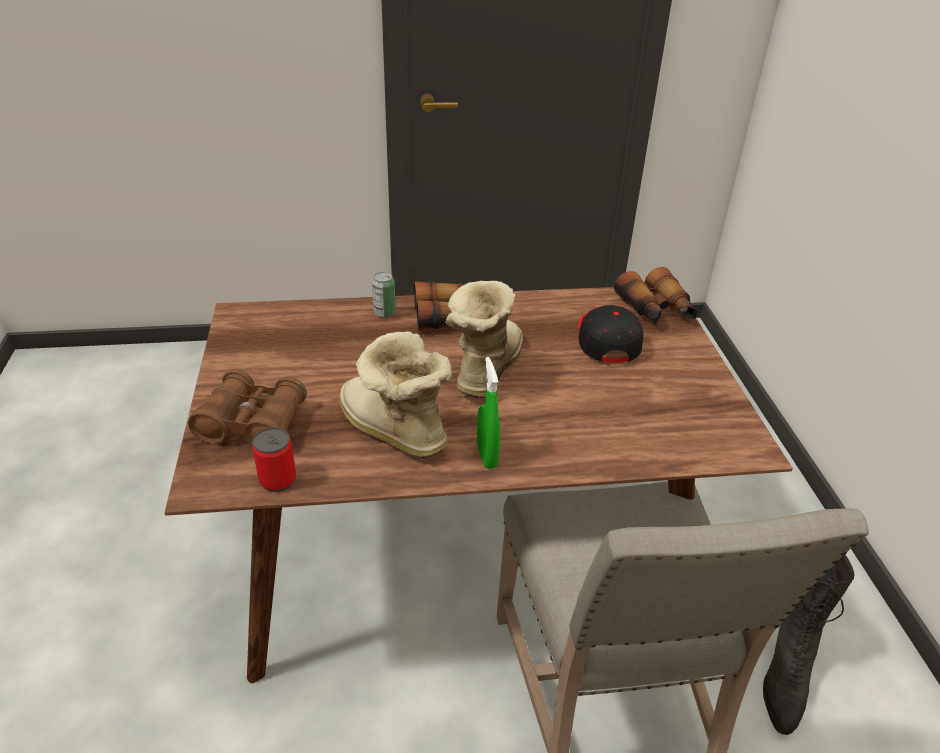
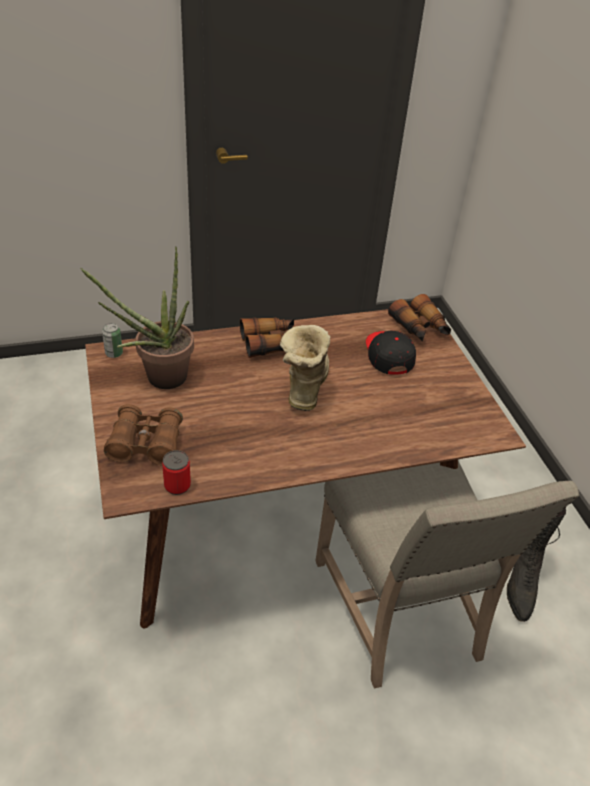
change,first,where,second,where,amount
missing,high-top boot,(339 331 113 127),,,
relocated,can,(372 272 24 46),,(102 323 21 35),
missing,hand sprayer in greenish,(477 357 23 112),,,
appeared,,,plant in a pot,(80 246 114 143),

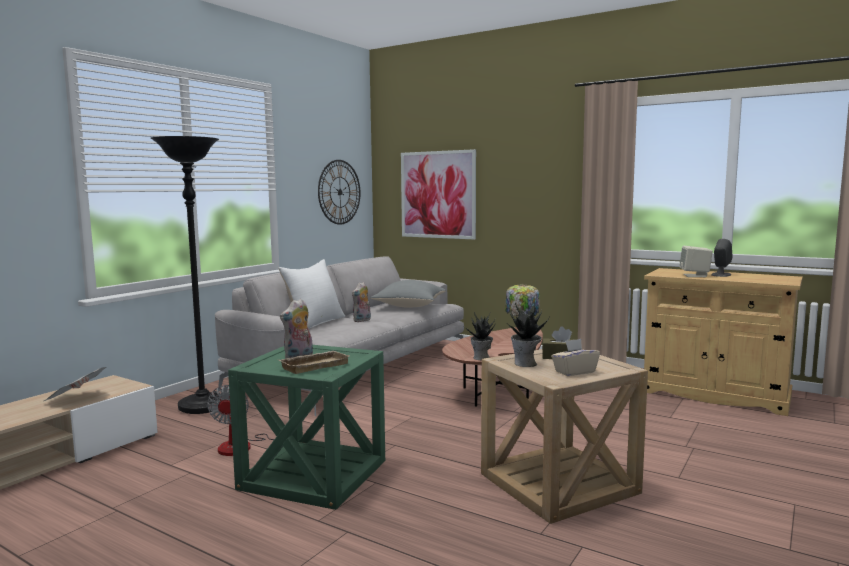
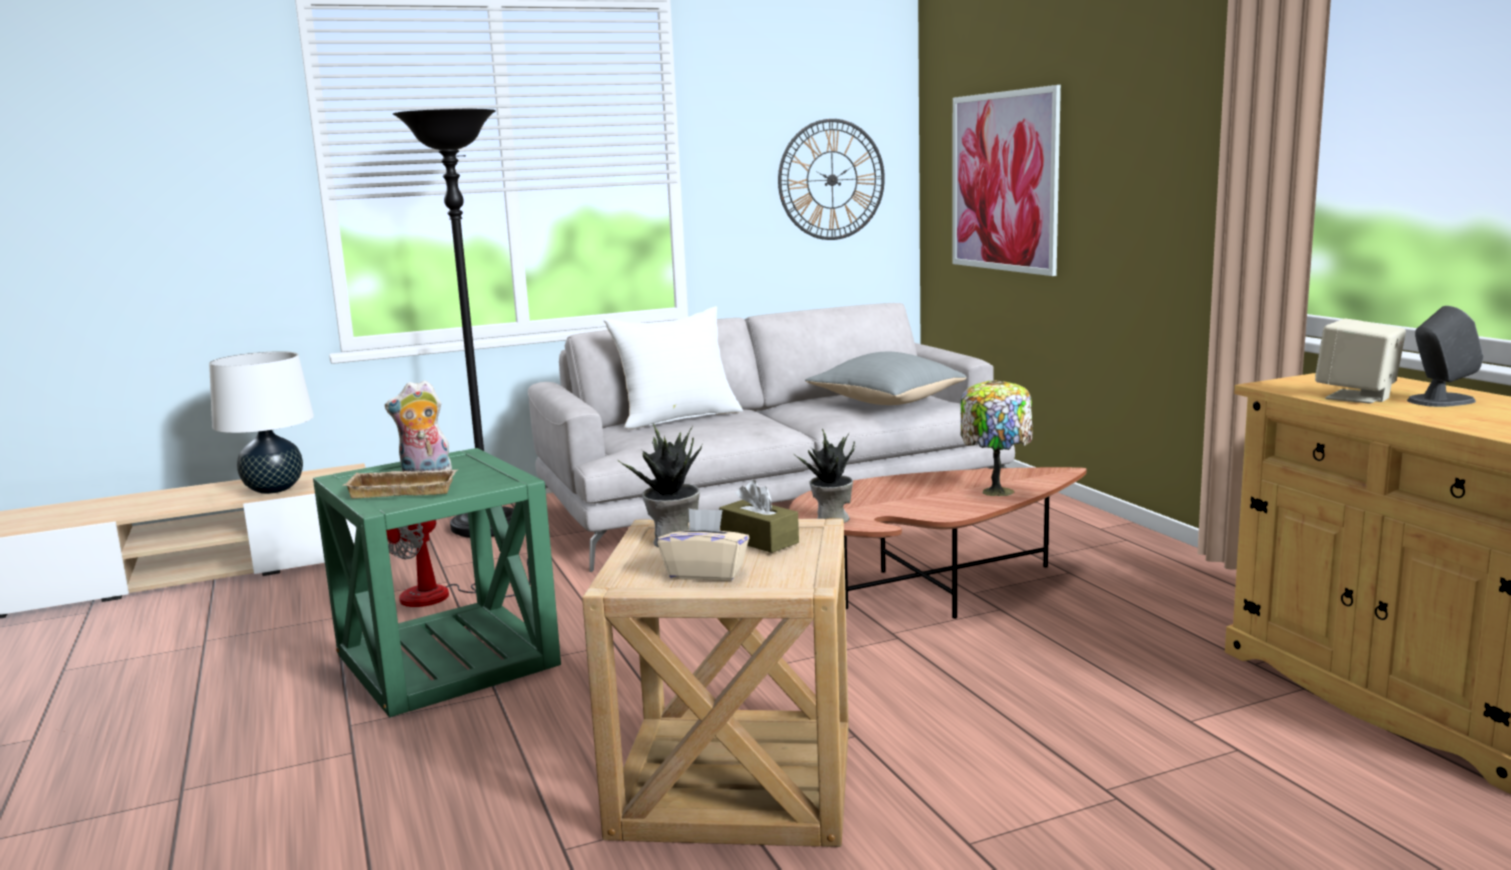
change,first,where,second,where,amount
exchanged,newspaper,(44 367 62 34),table lamp in whitish,(209 351 105 143),
missing,soft toy,(352 282 19 40),,,

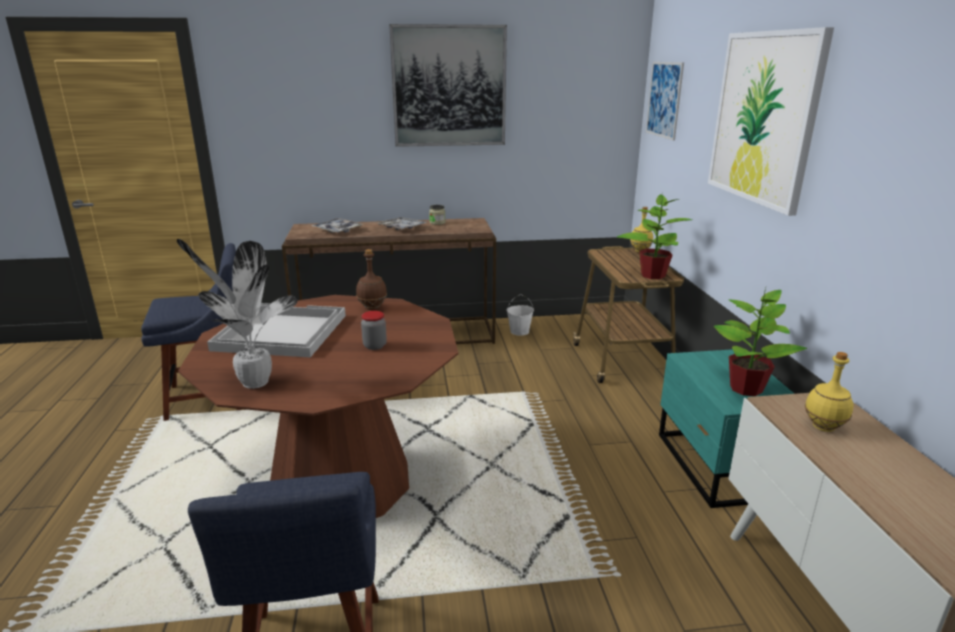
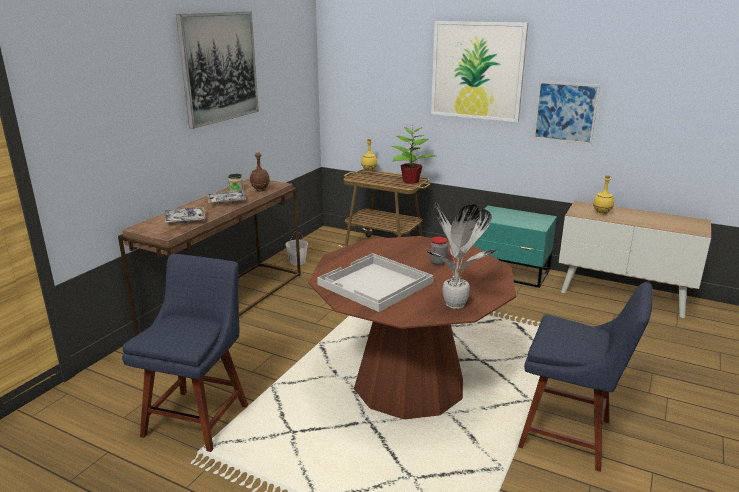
change,first,where,second,where,amount
relocated,bottle in brown-coloured,(356 249 31 61),,(250 152 20 39),
relocated,wall art,(646 62 38 79),,(533 81 67 64),
missing,plant in a pot,(714 288 93 108),,,

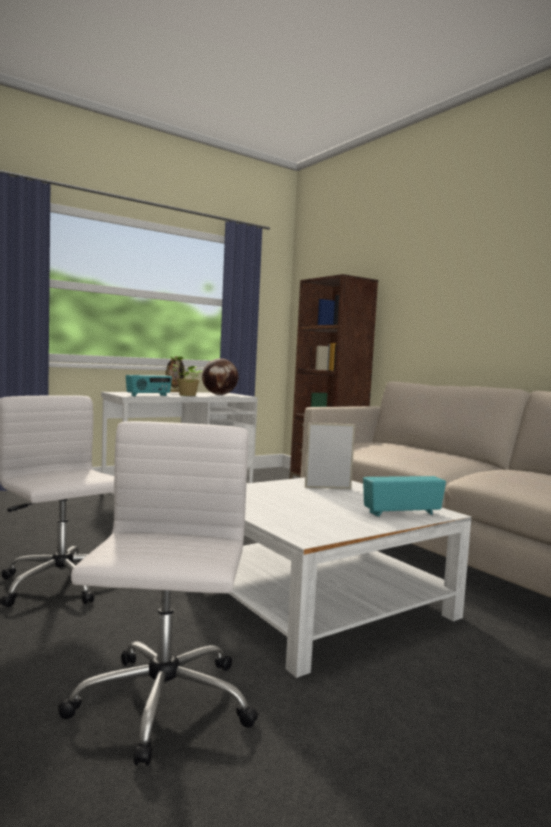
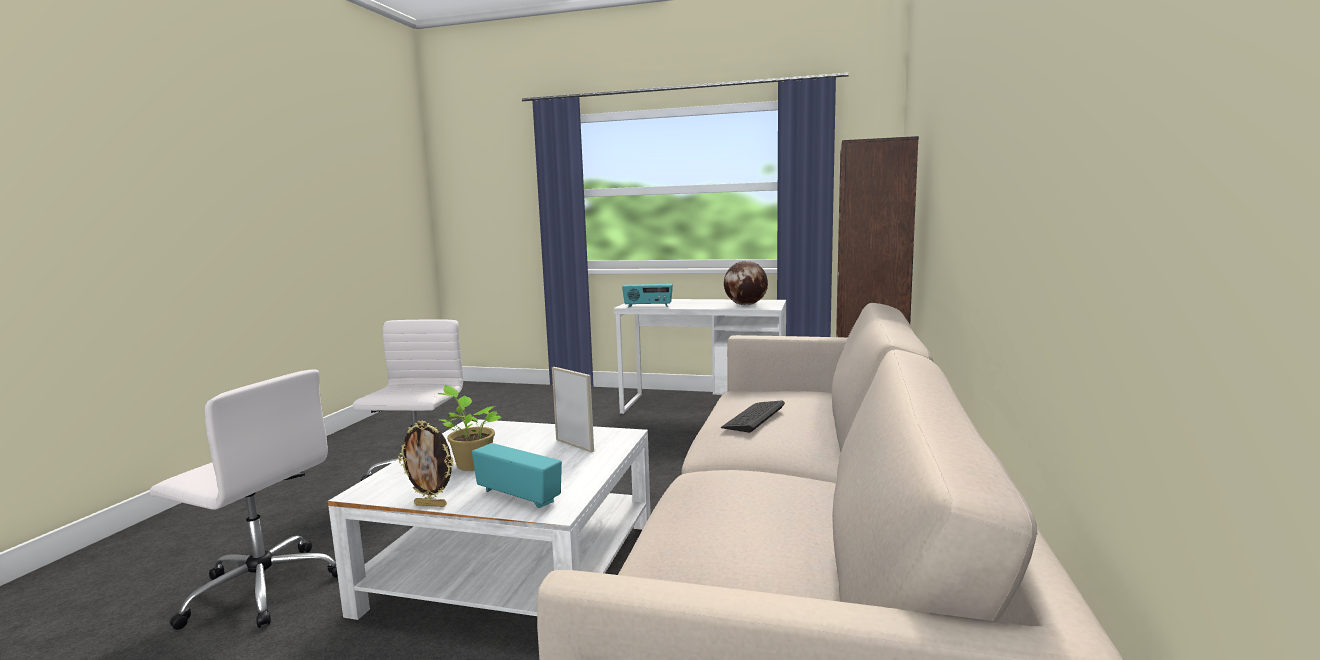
change,first,where,second,where,amount
spun,office chair in whitish,(58 421 200 345),,(150 370 188 260),60 degrees clockwise
relocated,photo frame,(165 356 21 36),,(398 420 55 87),
relocated,plant in a pot,(169 356 34 40),,(438 385 64 86),
appeared,,,PC keyboard,(721 401 64 32),

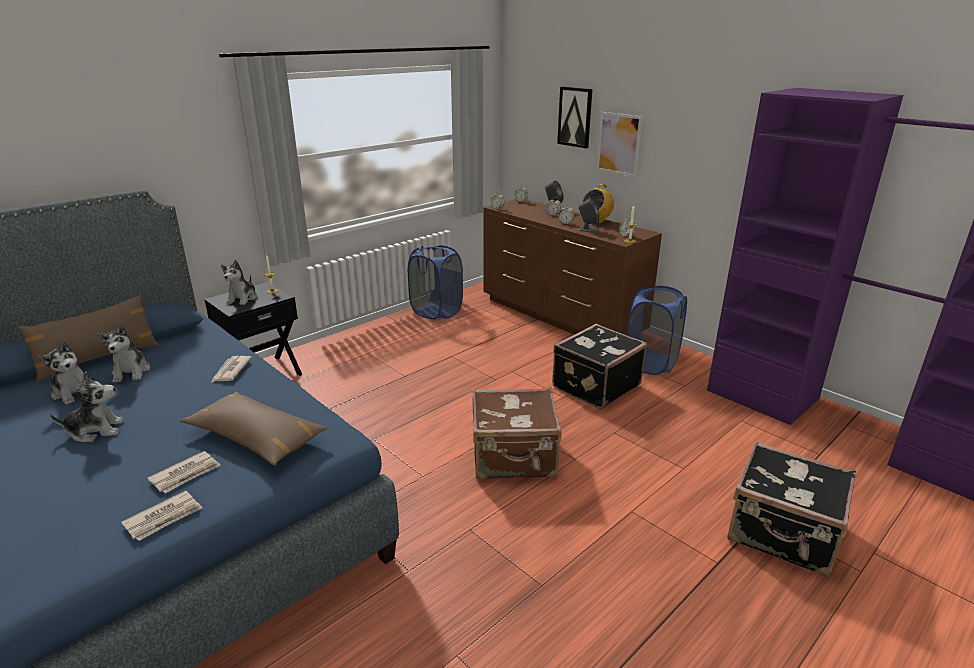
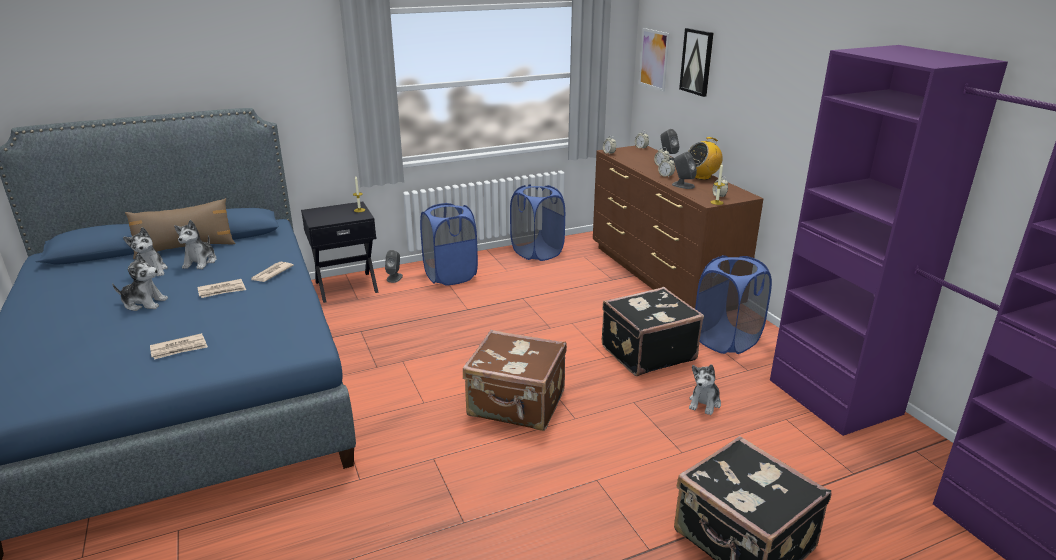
change,first,where,second,where,amount
relocated,newspaper,(121 491 82 50),,(198 279 48 19),
missing,cushion in brown-coloured,(181 392 147 74),,,
relocated,soft toy,(221 260 36 45),,(689 364 32 51),
relocated,wall art,(596 112 47 65),,(639 28 31 64),
appeared,,,audio speaker in gray,(385 250 18 33),
appeared,,,hamper in blue,(420 203 58 82),

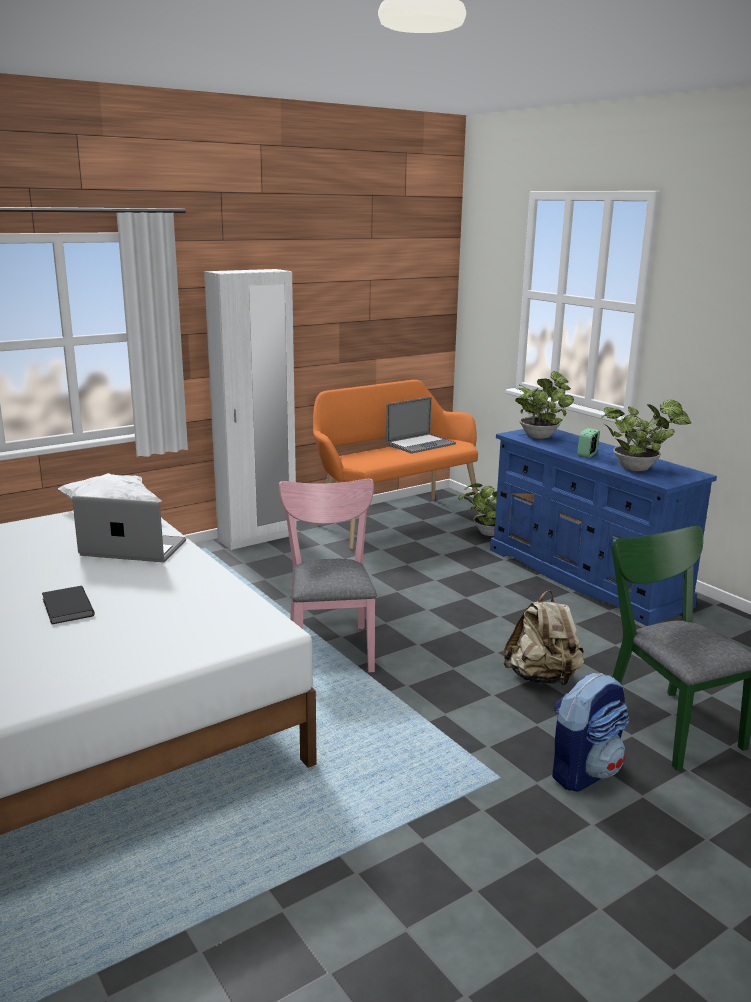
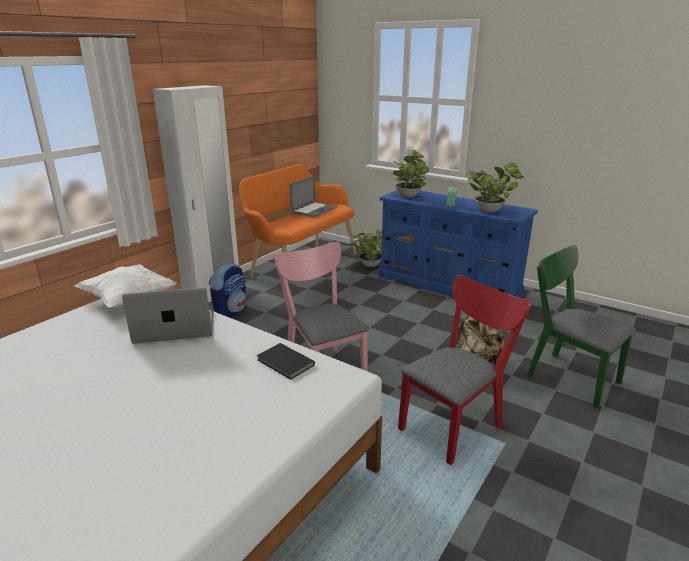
change,first,where,second,where,amount
relocated,bound book in blackish,(42 586 53 38),,(257 343 58 37),
relocated,backpack,(552 673 77 119),,(209 263 38 55),
appeared,,,plain chair in red-coloured,(398 275 133 190),

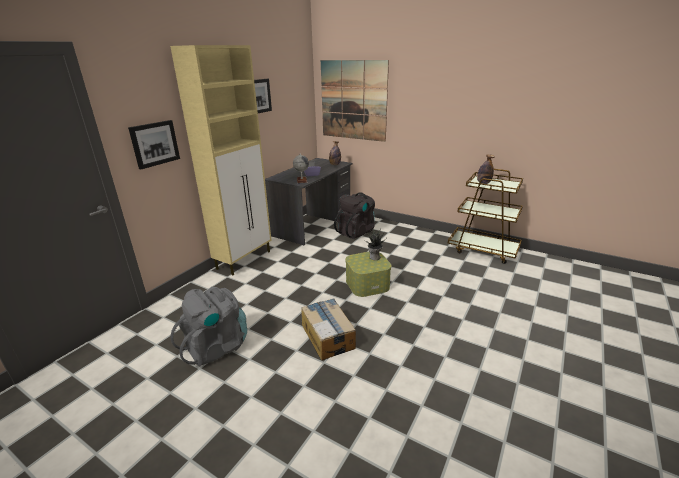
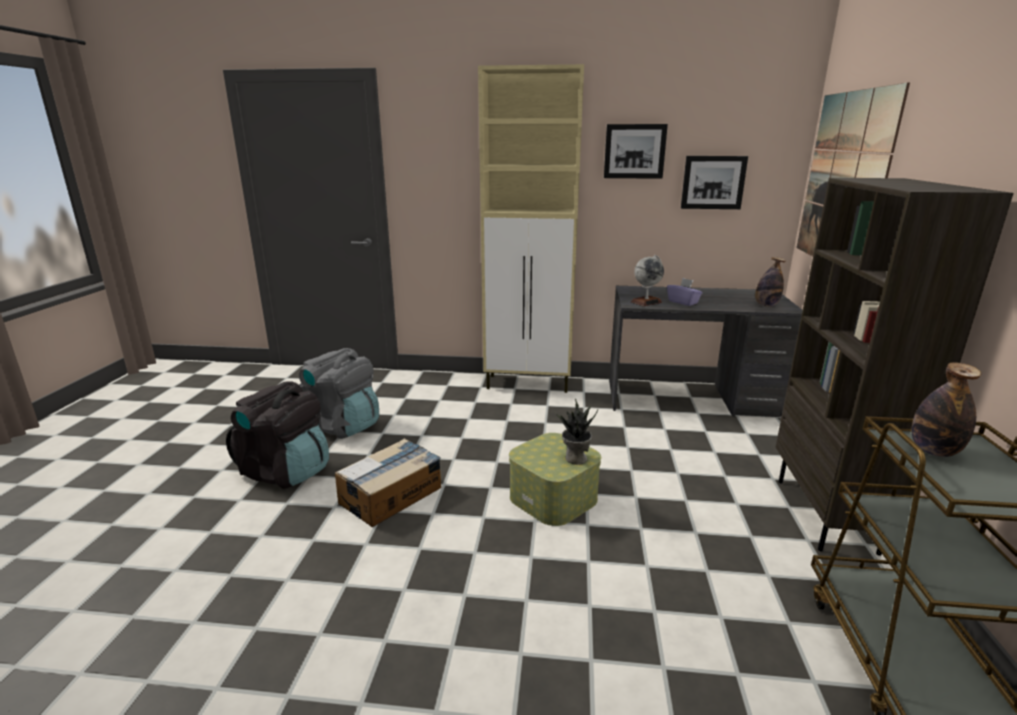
change,first,where,second,where,amount
relocated,wall art,(128 120 52 49),,(681 156 67 53),
relocated,backpack in blackish,(334 192 41 47),,(226 381 103 107),
appeared,,,bookshelf in brown-coloured,(776 178 238 378),

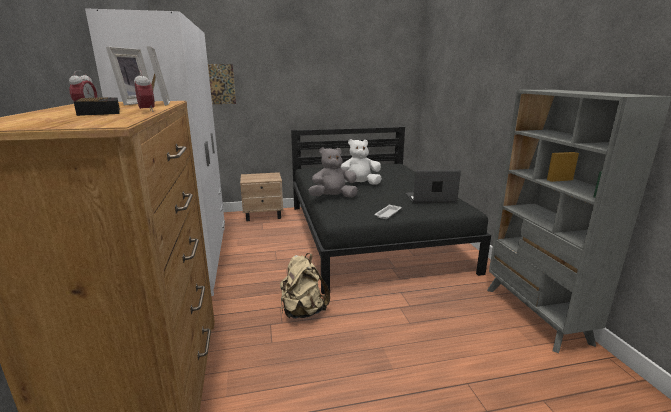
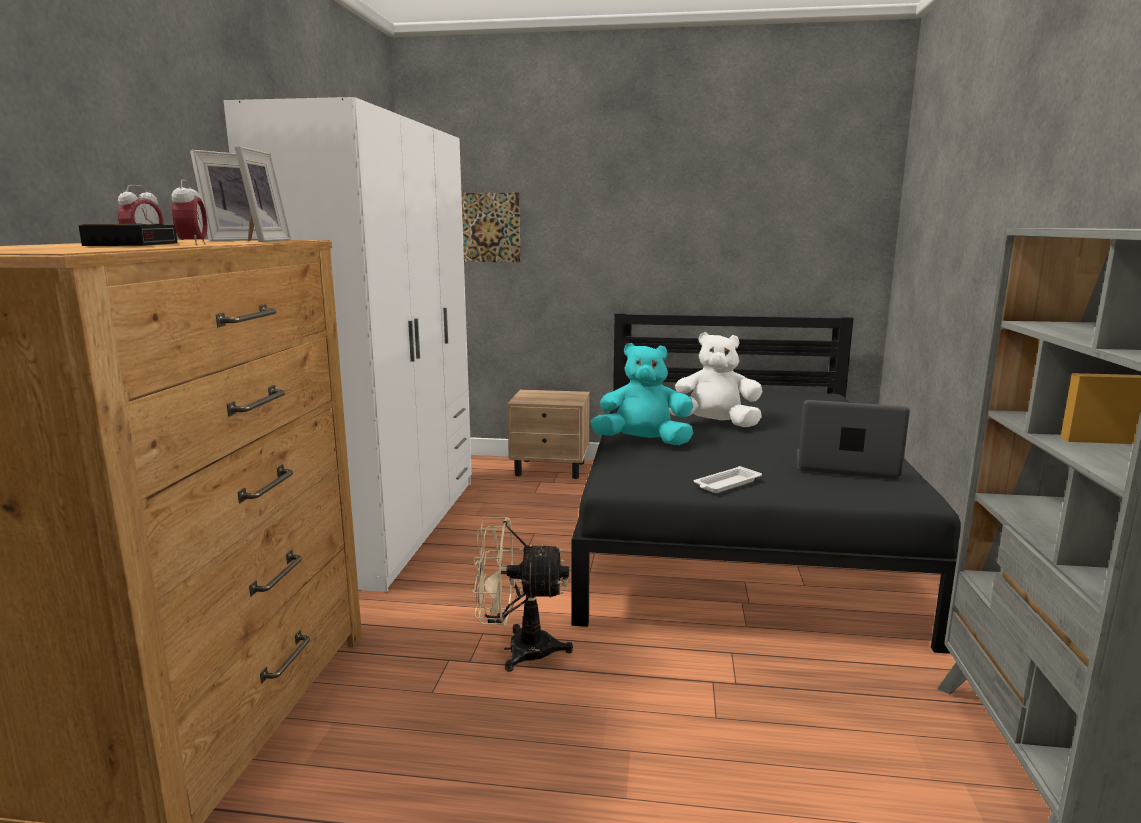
change,first,where,second,where,amount
exchanged,backpack in beige,(280 253 50 65),fan in beige,(472 517 101 155),
colour,soft toy in gray,(308 147 50 50),soft toy in turquoise,(590 343 103 102),

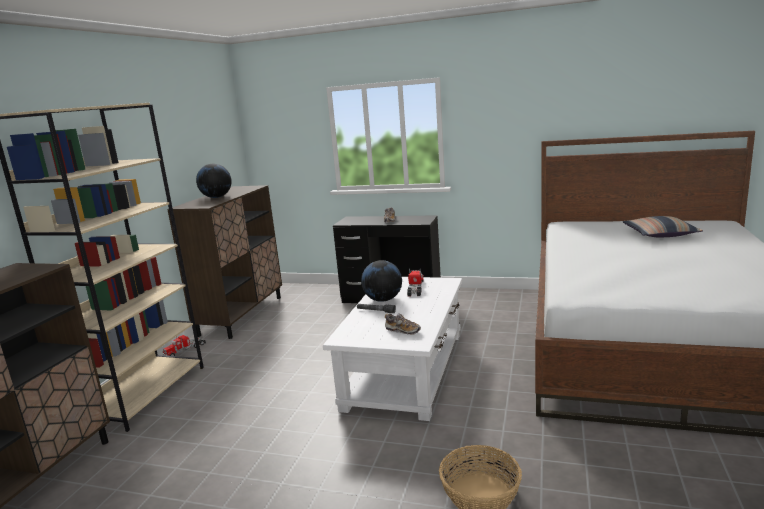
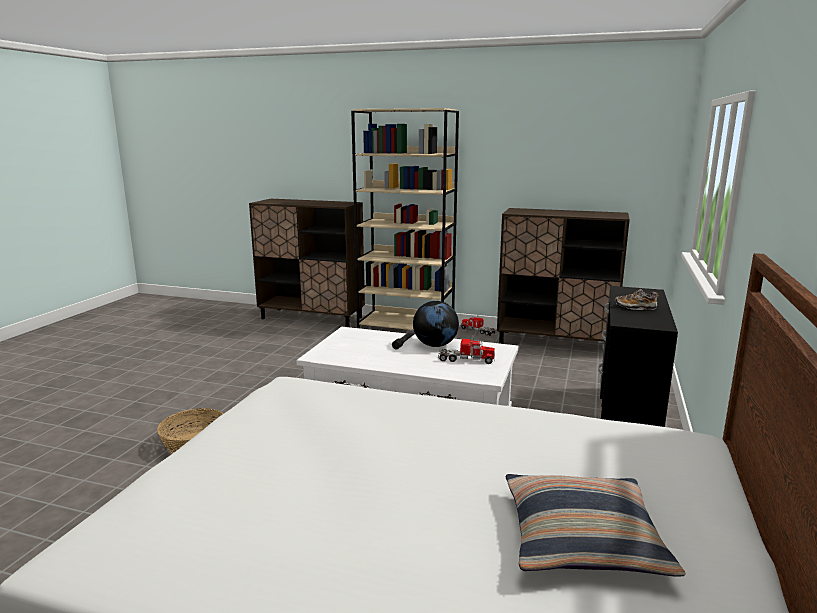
change,first,where,second,where,amount
missing,world globe,(196 164 36 34),,,
missing,shoe,(385 313 36 22),,,

